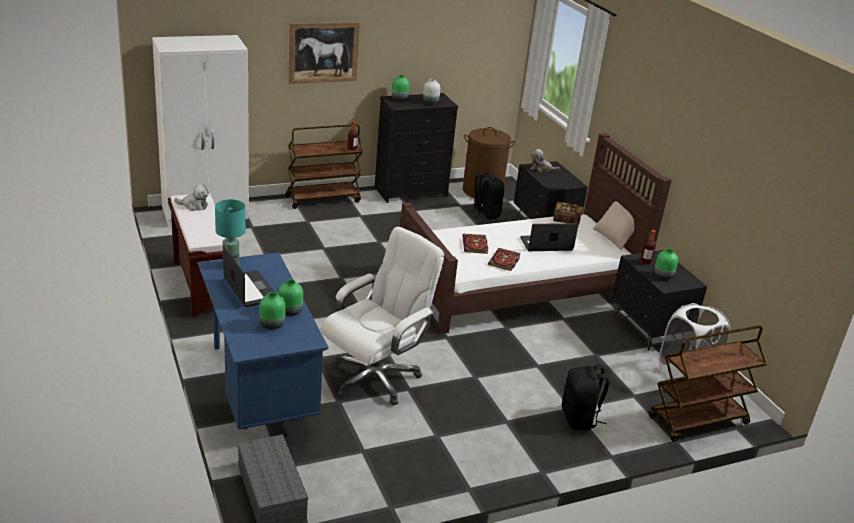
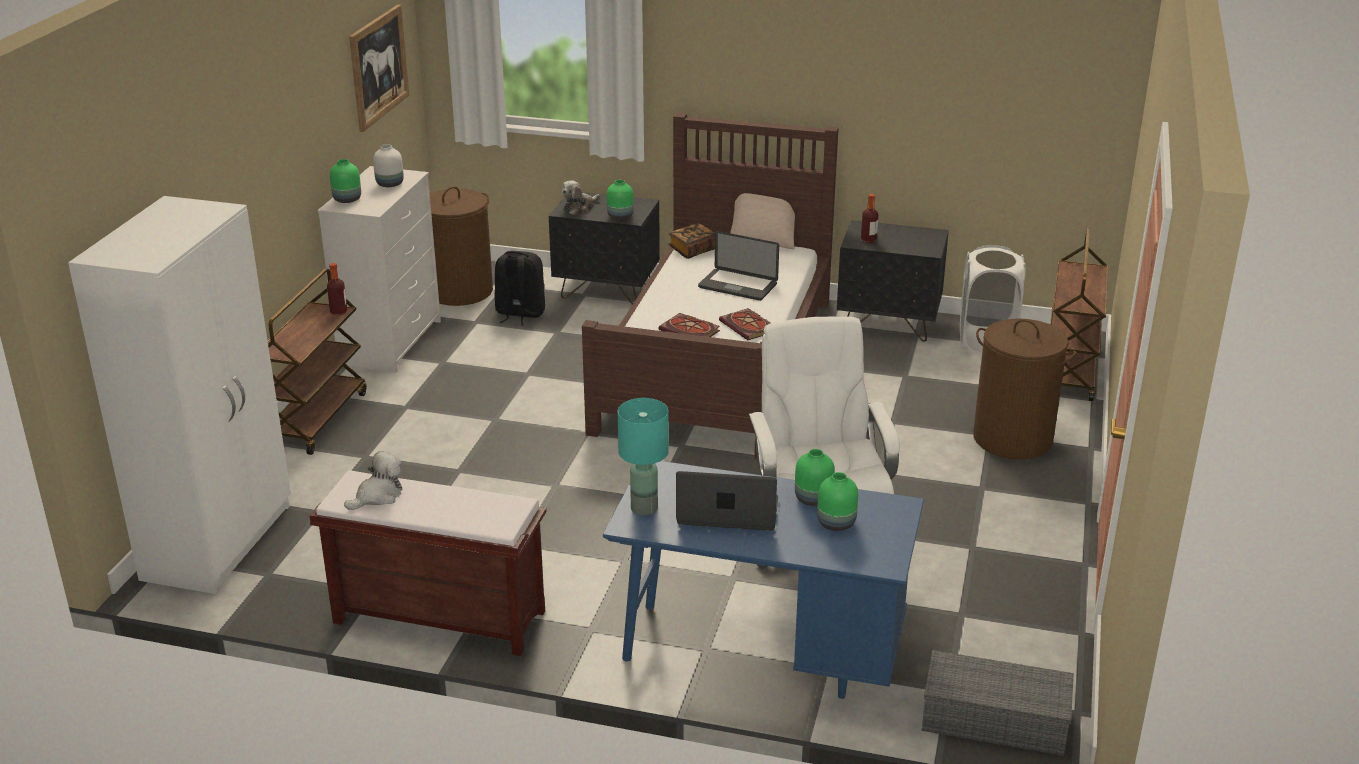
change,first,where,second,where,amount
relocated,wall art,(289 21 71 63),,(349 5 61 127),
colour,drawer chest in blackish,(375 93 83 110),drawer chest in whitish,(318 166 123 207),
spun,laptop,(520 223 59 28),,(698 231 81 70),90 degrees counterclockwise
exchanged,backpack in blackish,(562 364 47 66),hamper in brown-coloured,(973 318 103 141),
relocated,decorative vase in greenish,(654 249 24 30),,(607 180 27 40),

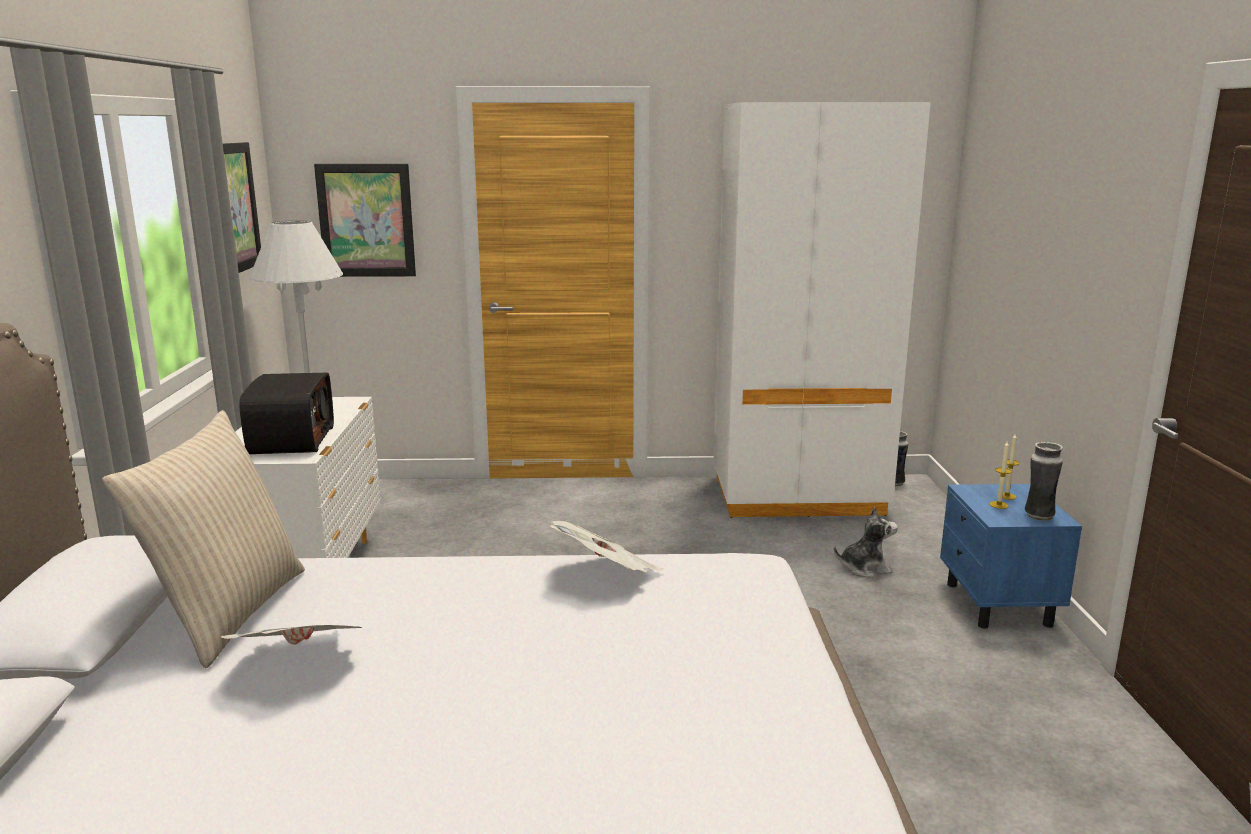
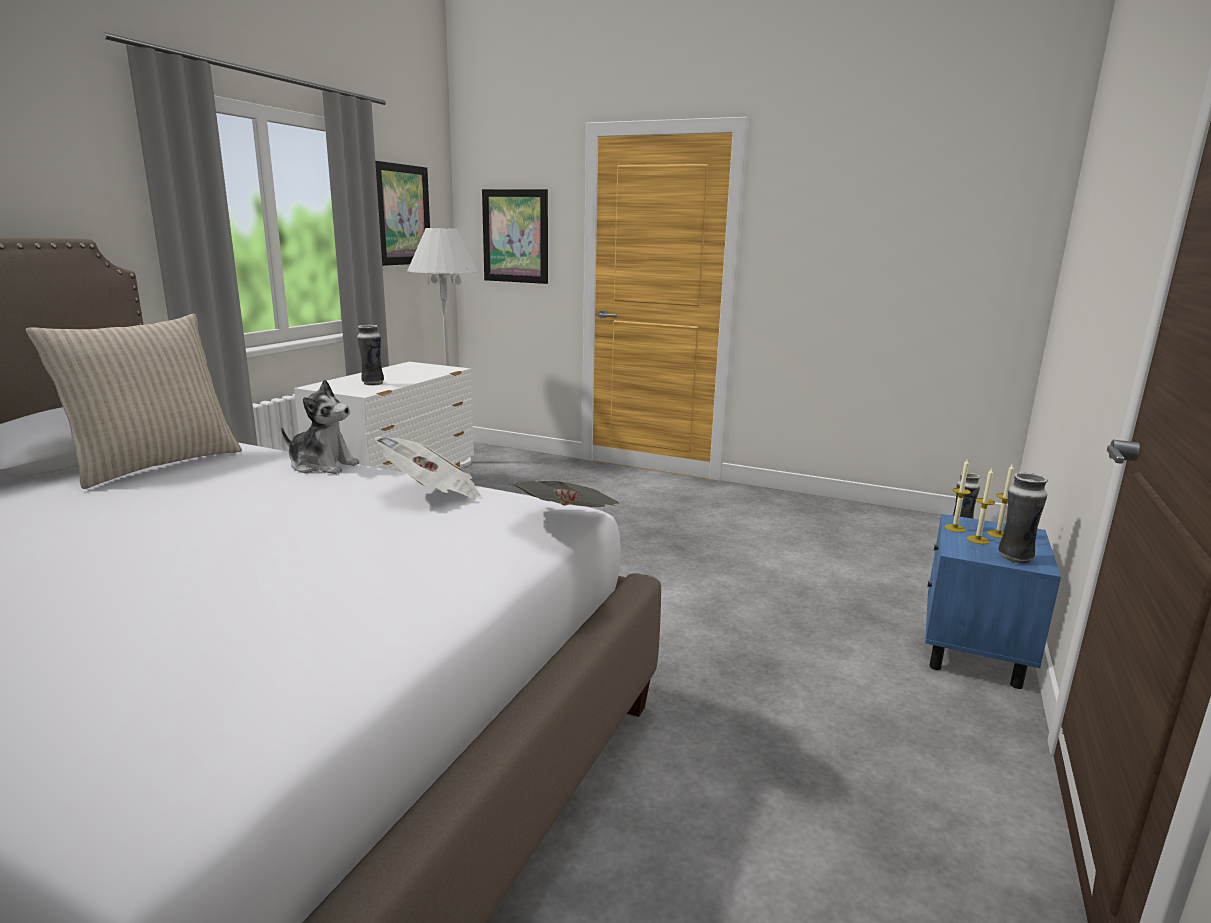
change,first,where,second,where,amount
relocated,newspaper,(221 625 141 20),,(509 481 110 26),
exchanged,radio set,(239 373 95 81),decorative vase,(357 325 27 60),
missing,wardrobe in whitish,(714 102 217 416),,,
relocated,soft toy,(834 507 64 71),,(281 380 79 94),
appeared,,,wax light,(944 458 27 74),

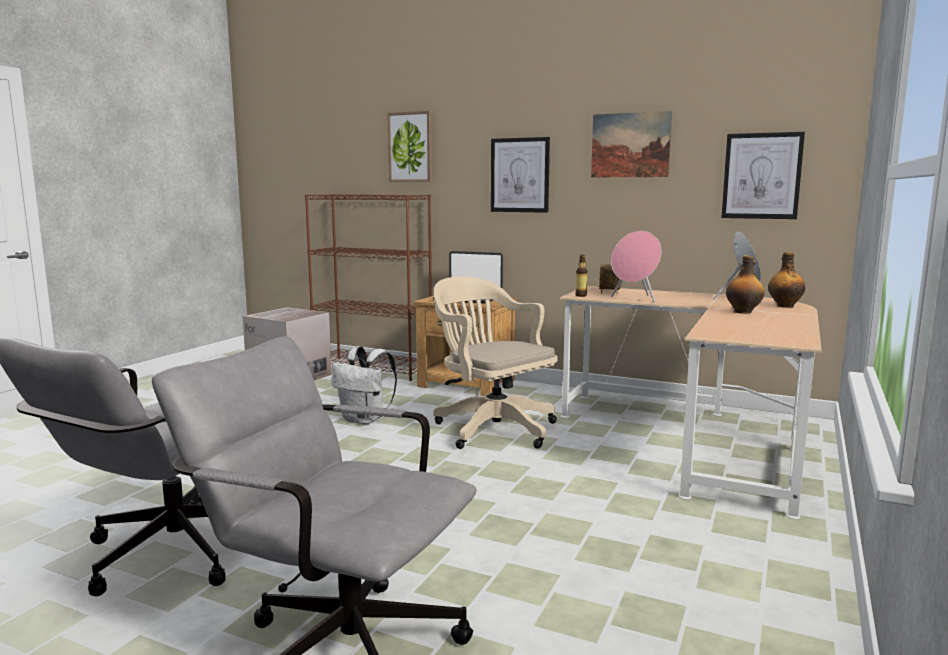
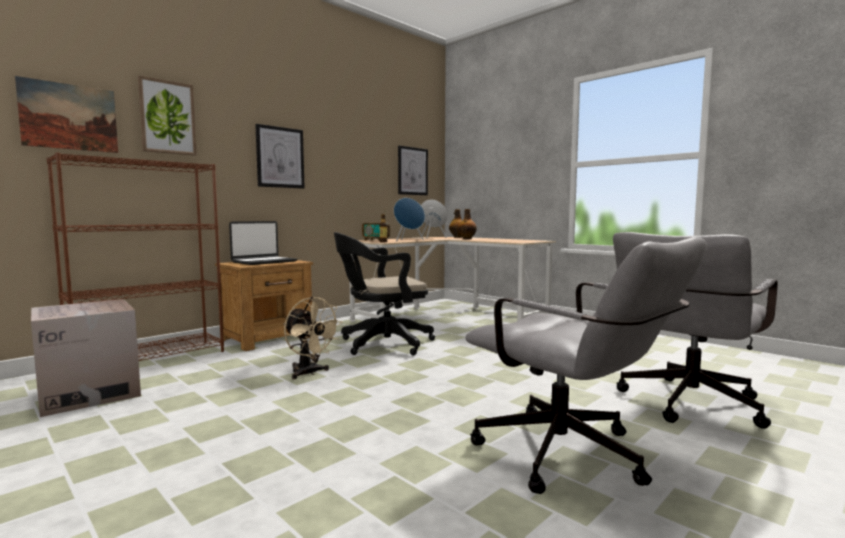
change,first,where,second,where,amount
exchanged,backpack in whitish,(332 346 65 78),fan in beige,(283 297 60 82),
colour,office chair in beige,(433 277 124 172),office chair in blackish,(334 232 101 123),
relocated,wall art,(591 111 81 66),,(15 76 103 77),
colour,audio speaker in pink,(611 231 50 71),audio speaker in blue,(394 198 31 43),

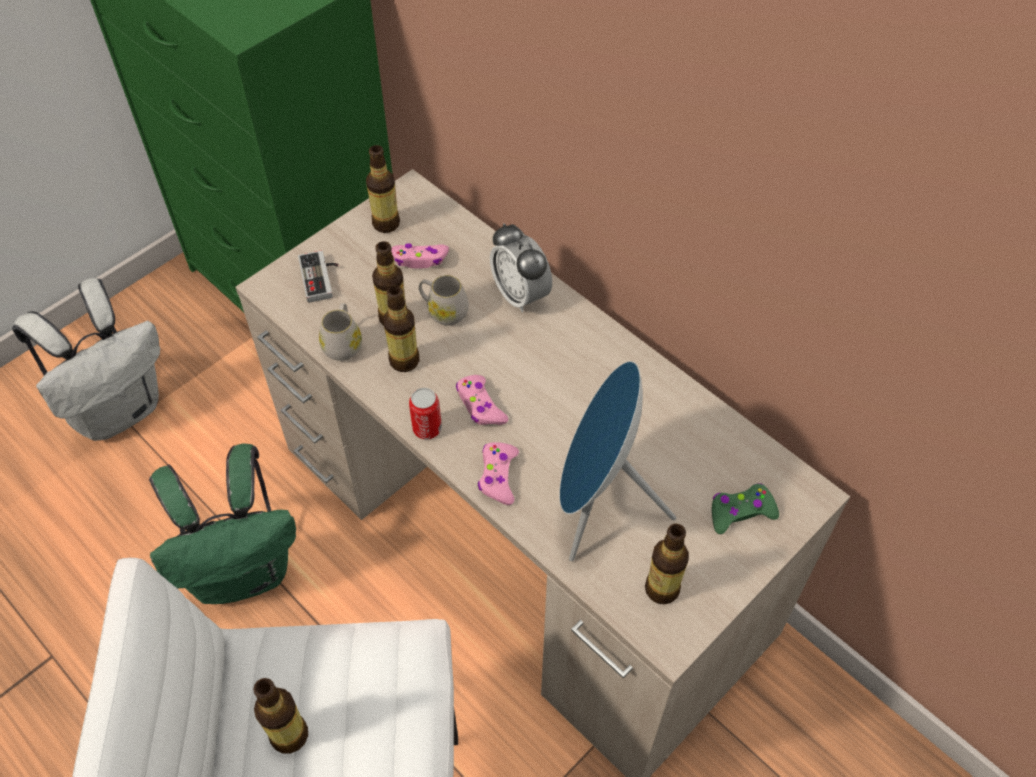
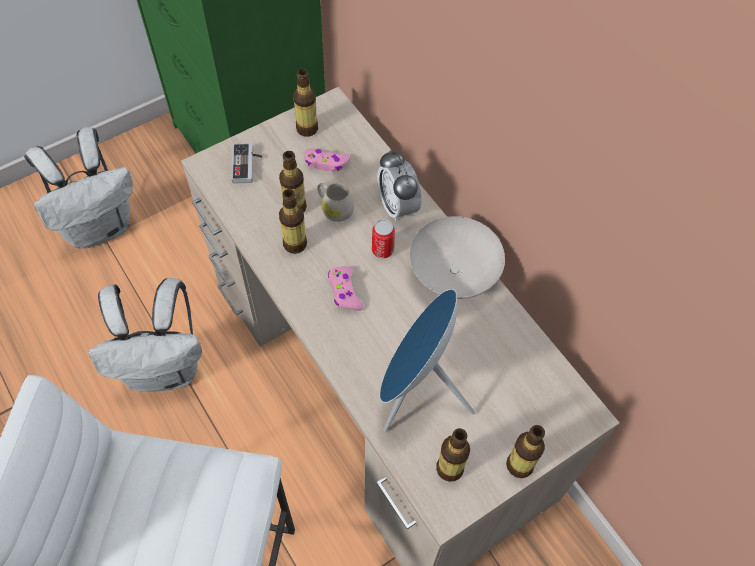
change,first,where,second,where,amount
colour,backpack in greenish,(149 443 147 161),backpack in whitish,(88 278 114 114),
relocated,bottle,(253 678 55 76),,(506 425 39 53),
missing,coffee mug in whitish,(319 303 43 58),,,
relocated,can,(409 388 33 51),,(372 219 23 39),
missing,joypad in pink,(478 442 41 63),,,
missing,joypad in greenish,(712 483 67 51),,,
appeared,,,bowl in whitish,(410 216 95 83),

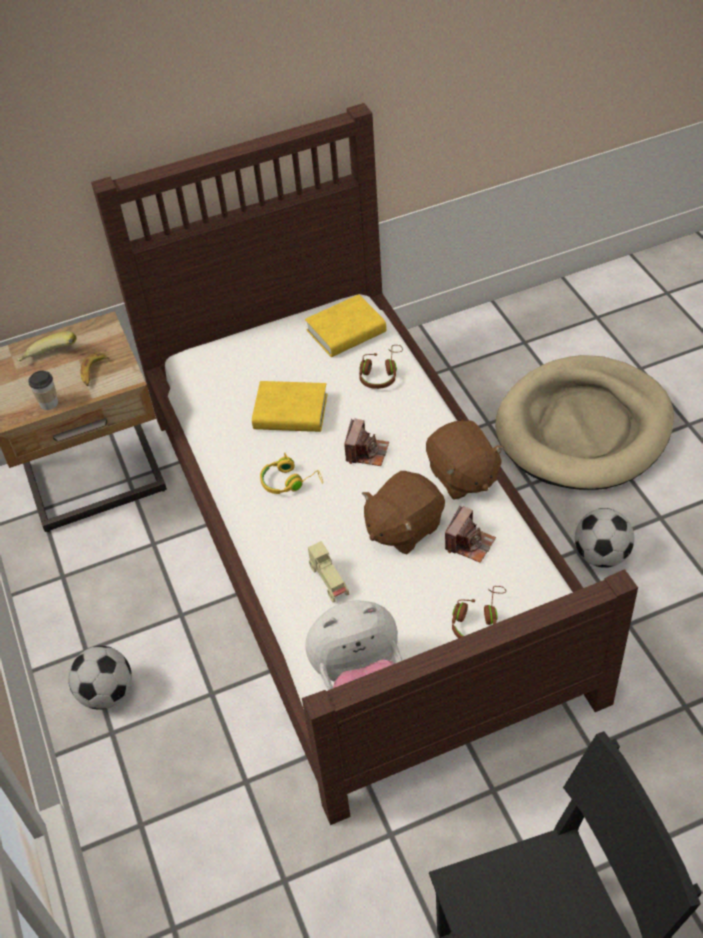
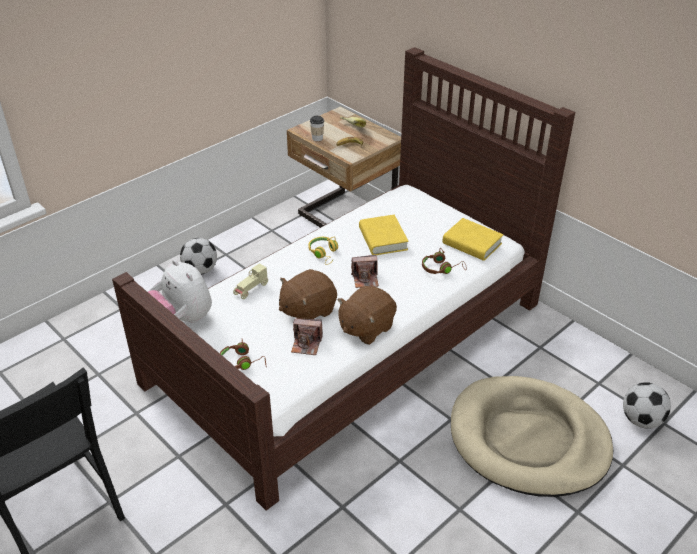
change,first,where,second,where,amount
spun,soft toy in brown-coloured,(362 471 83 83),,(279 269 58 50),60 degrees counterclockwise
relocated,football,(575 508 59 60),,(623 382 48 47),

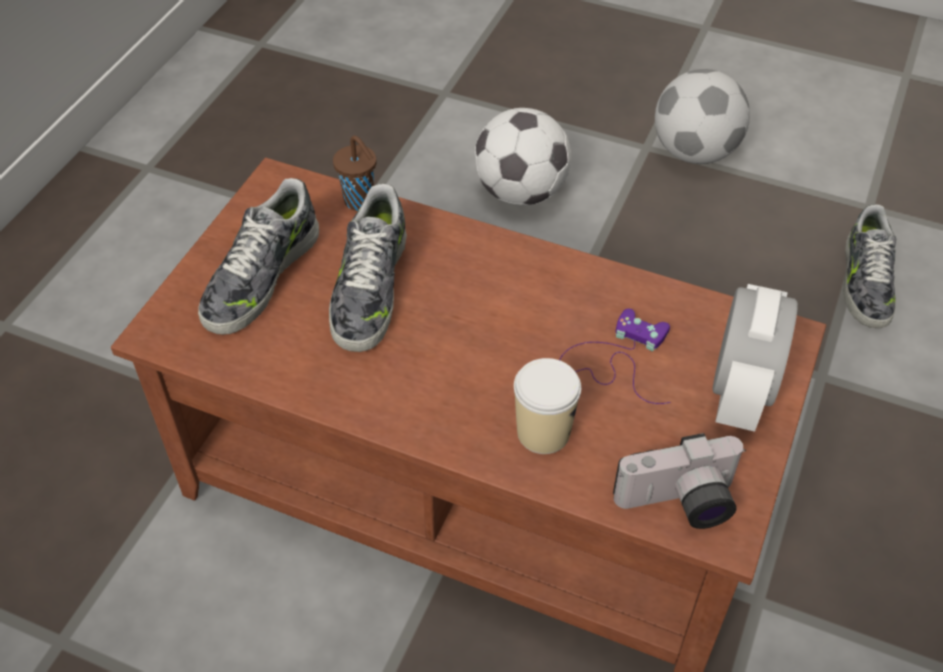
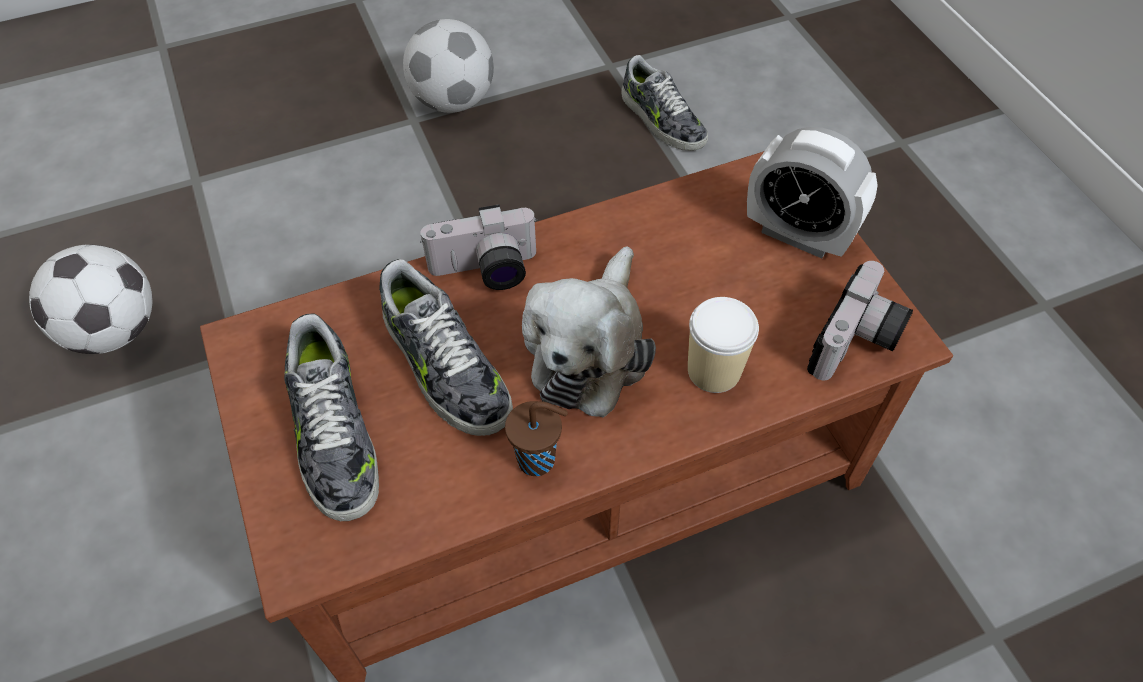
change,first,where,second,where,amount
relocated,drinking cup in brown-coloured,(333 135 44 76),,(505 401 63 75),
relocated,football,(474 108 97 98),,(29 245 123 109),
missing,joypad in purple-coloured,(559 309 112 95),,,
spun,alarm clock,(713 284 85 148),,(747 127 131 131),150 degrees clockwise
appeared,,,still camera,(420 204 118 86),
appeared,,,soft toy,(522 246 134 172),

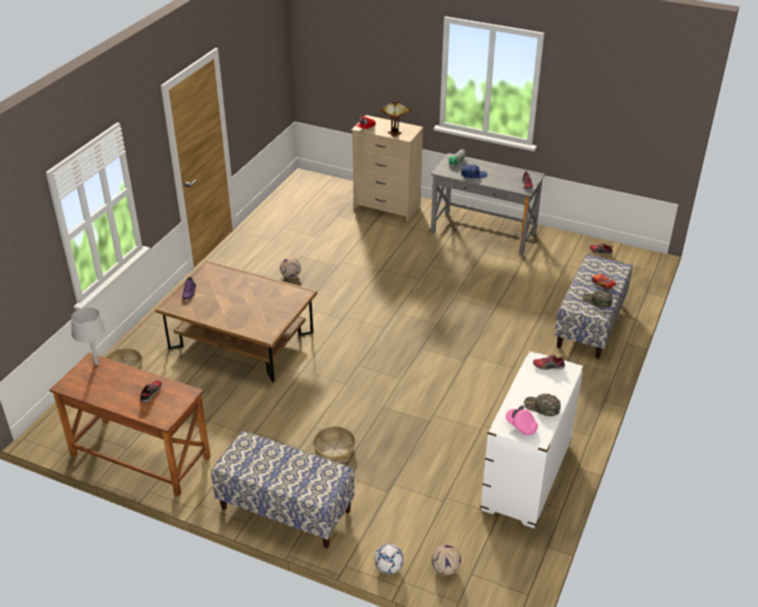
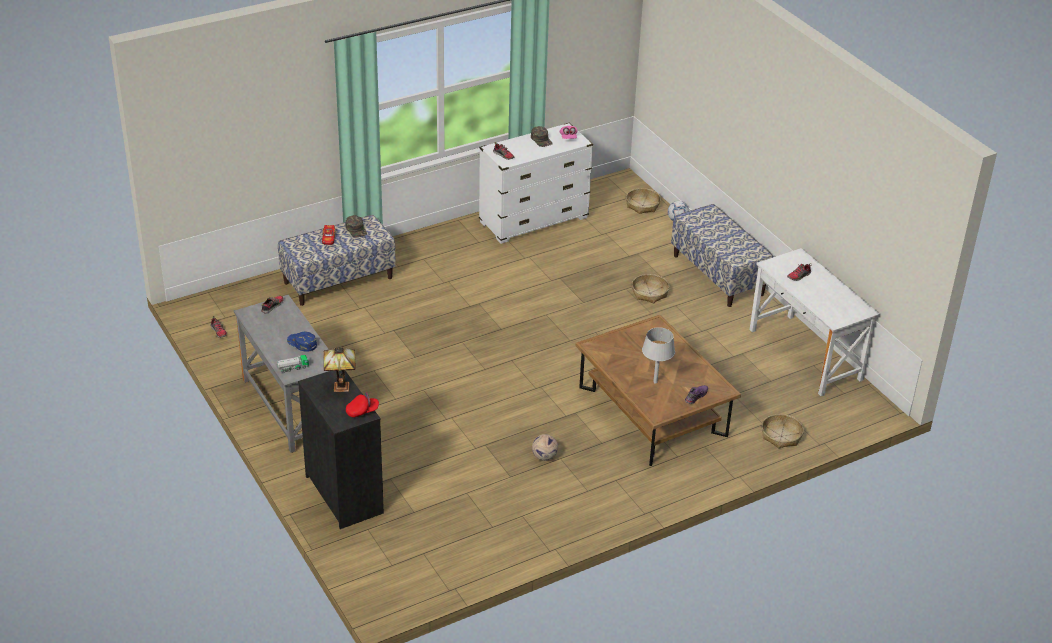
change,first,where,second,where,amount
colour,desk unit in brown-coloured,(50 352 161 144),desk unit in whitish,(750 248 130 148),
relocated,table lamp in gray,(71 307 36 58),,(642 327 33 57),
colour,drawer chest in beige,(352 115 72 107),drawer chest in blackish,(298 370 86 159),
exchanged,football,(431 545 30 30),household basket,(626 188 35 26),

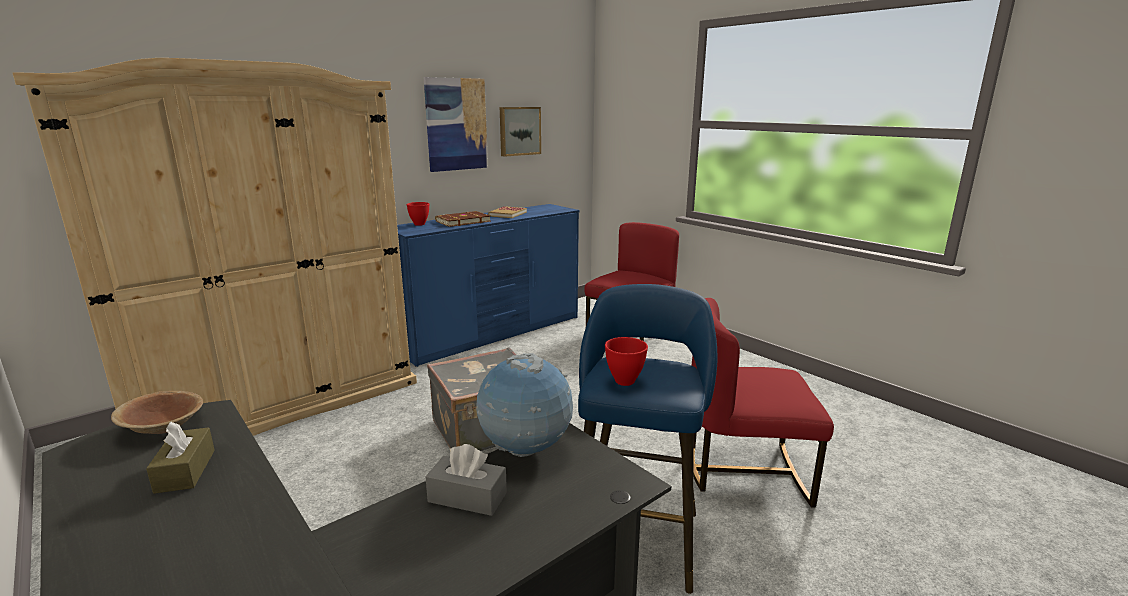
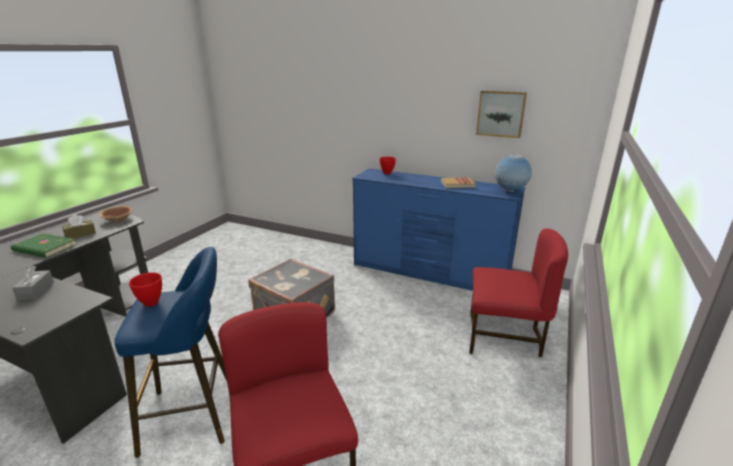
change,first,where,second,where,amount
missing,wardrobe in beige,(12 58 405 378),,,
missing,wall art,(423 77 65 95),,,
missing,bound book in brown-coloured,(435 211 56 16),,,
relocated,world globe,(476 353 97 104),,(495 154 37 38),
appeared,,,bound book in greenish,(11 233 66 25),

